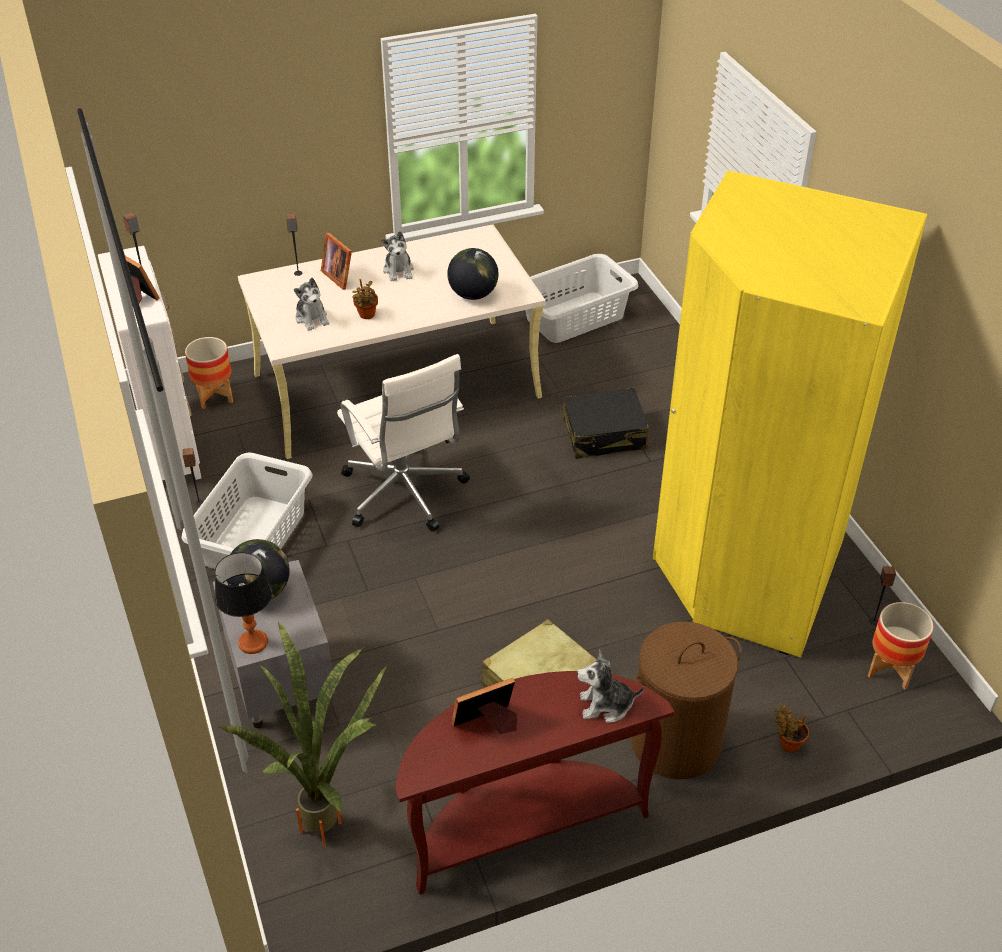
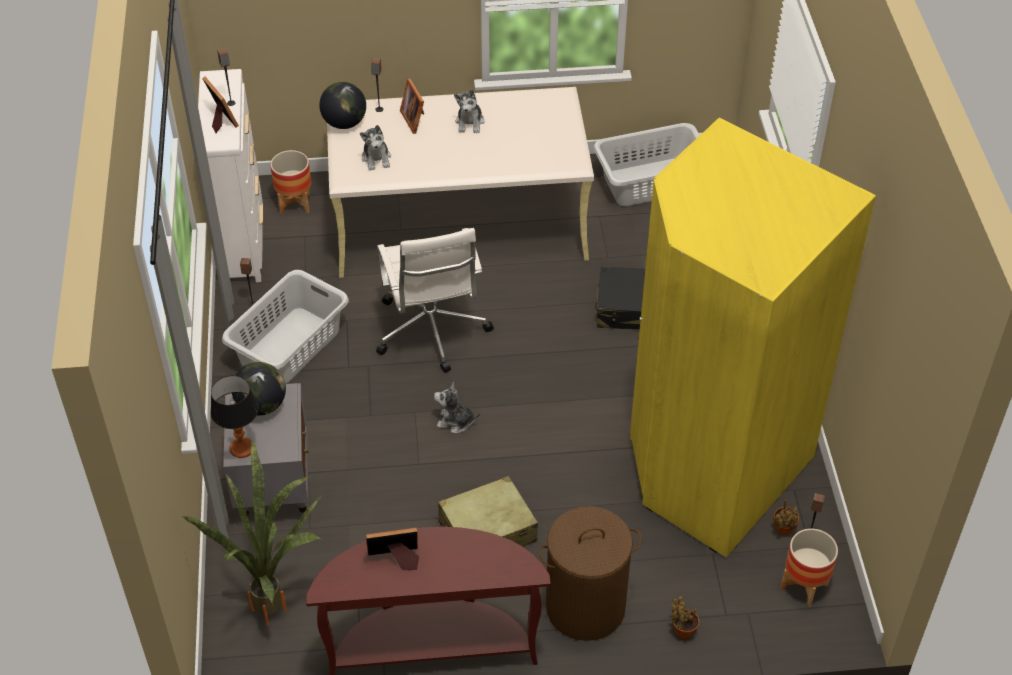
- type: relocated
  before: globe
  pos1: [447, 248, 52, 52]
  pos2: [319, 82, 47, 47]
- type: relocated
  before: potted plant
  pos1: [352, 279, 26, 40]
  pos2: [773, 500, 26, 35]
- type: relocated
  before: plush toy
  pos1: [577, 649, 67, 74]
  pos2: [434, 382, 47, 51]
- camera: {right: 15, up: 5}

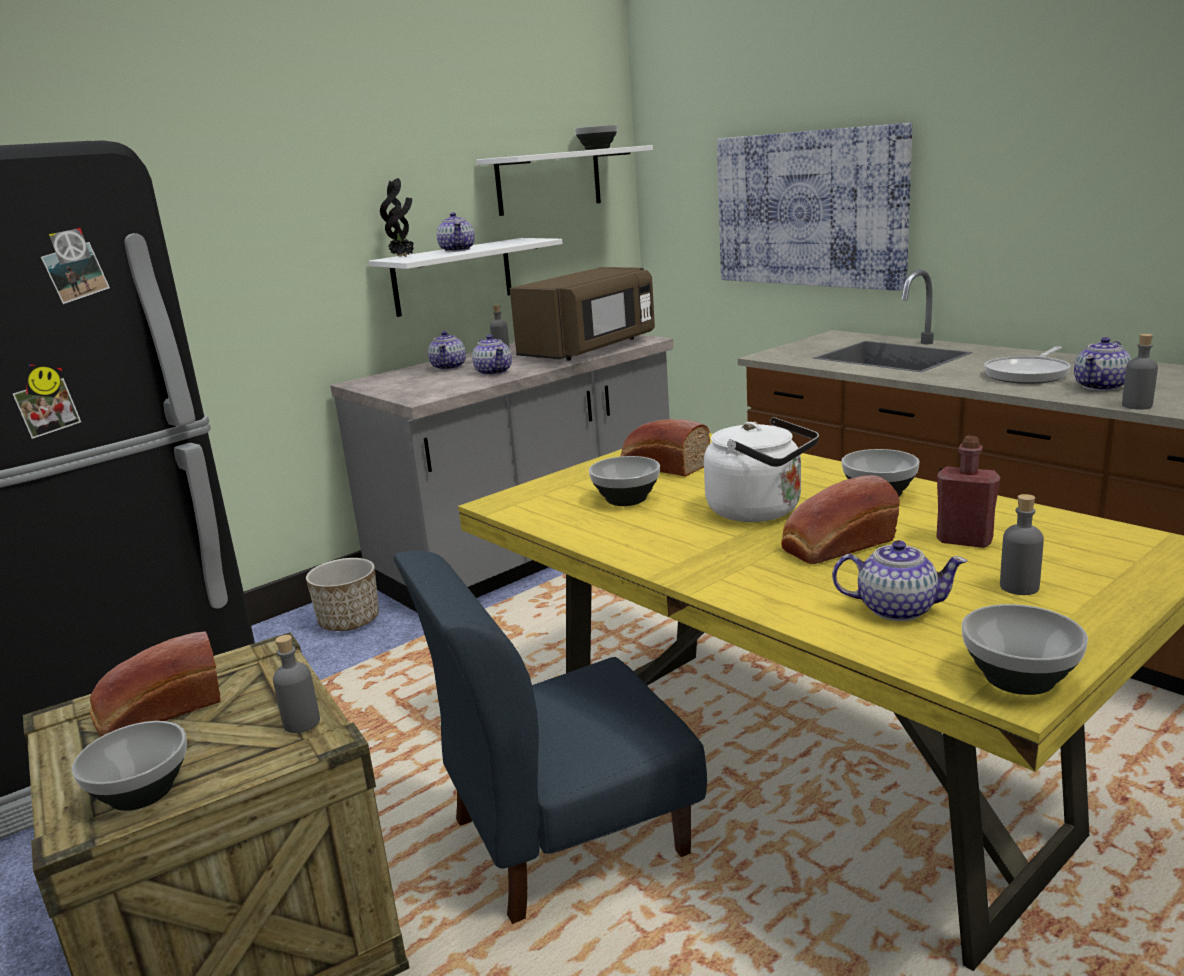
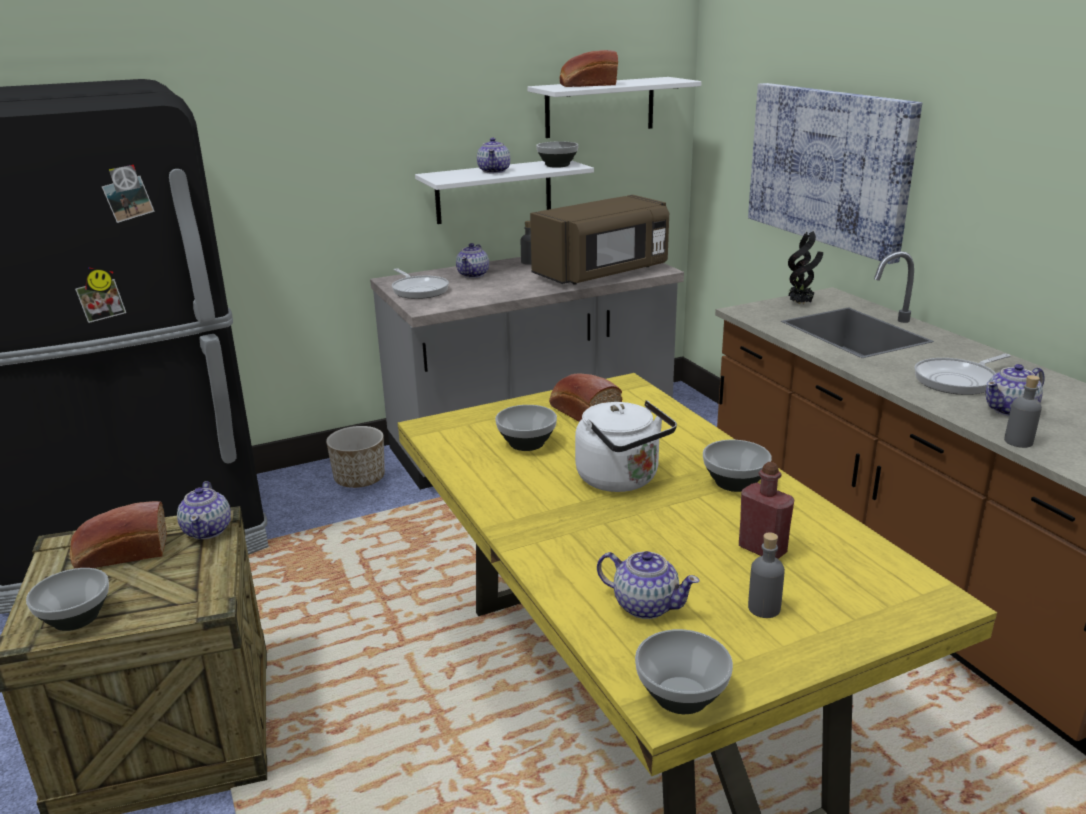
- type: relocated
  before: bowl
  pos1: [575, 125, 43, 25]
  pos2: [536, 141, 42, 27]
- type: relocated
  before: potted plant
  pos1: [380, 178, 34, 79]
  pos2: [788, 231, 35, 73]
- type: relocated
  before: teapot
  pos1: [472, 335, 40, 41]
  pos2: [177, 481, 54, 58]
- type: relocated
  before: bread
  pos1: [781, 475, 119, 89]
  pos2: [560, 50, 58, 37]
- type: missing
  before: chair (blue)
  pos1: [394, 550, 313, 374]
- type: missing
  before: bottle (grey)
  pos1: [273, 635, 47, 98]
- type: appeared
  after: frying pan
  pos2: [392, 268, 57, 31]
- camera: {right: 15, up: 5}

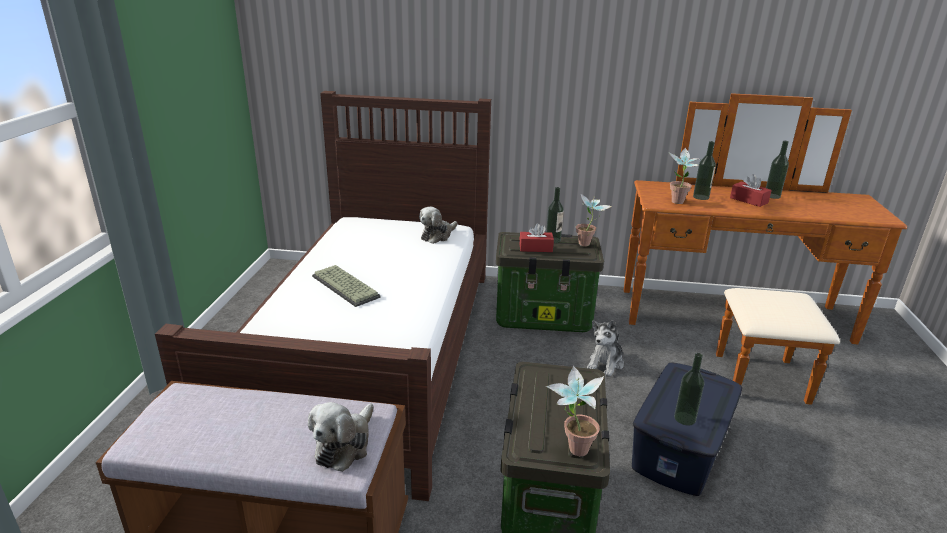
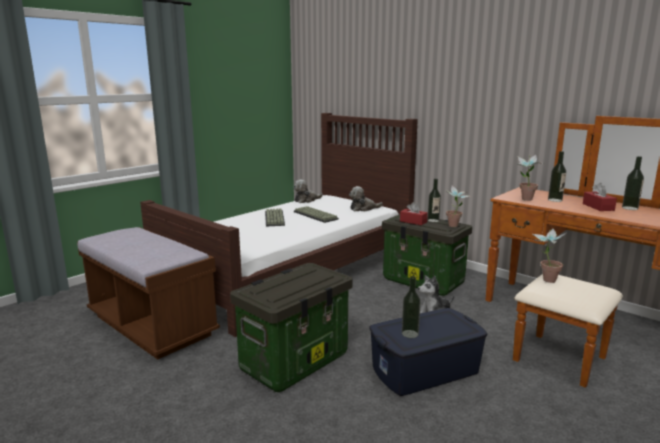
- type: relocated
  before: potted plant
  pos1: [546, 366, 58, 90]
  pos2: [531, 229, 35, 54]
- type: relocated
  before: plush toy
  pos1: [308, 402, 66, 70]
  pos2: [293, 180, 30, 23]
- type: appeared
  after: keyboard
  pos2: [294, 206, 45, 17]
- camera: {right: 35, up: -10}

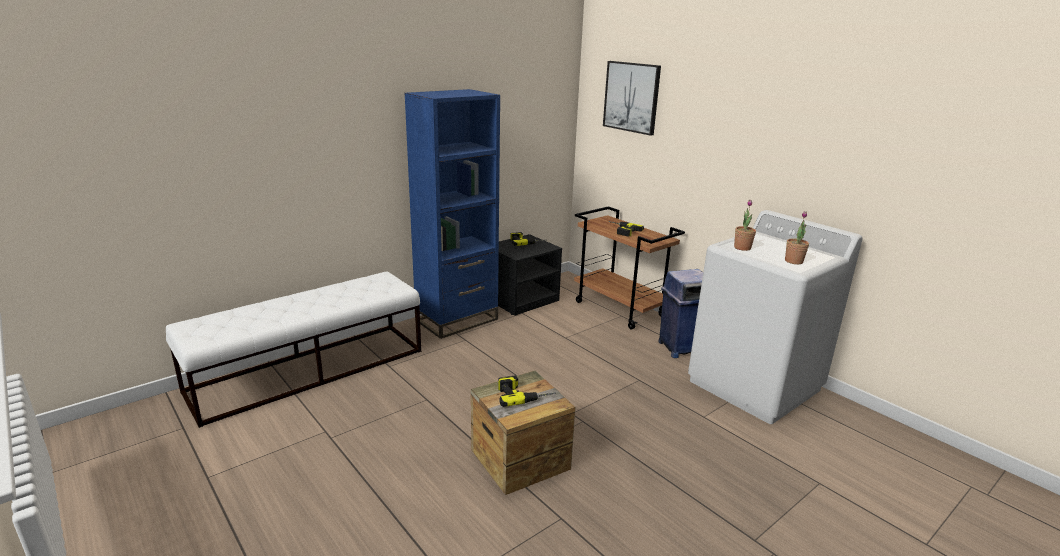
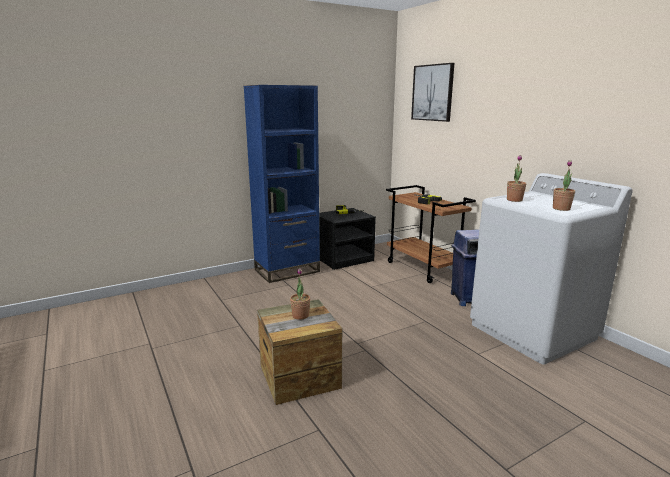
- type: missing
  before: bench (white)
  pos1: [166, 271, 255, 157]
- type: exchanged
  before: power drill
  after: potted plant
  pos1: [498, 375, 58, 32]
  pos2: [290, 268, 20, 52]
- camera: {right: 10, up: -5}

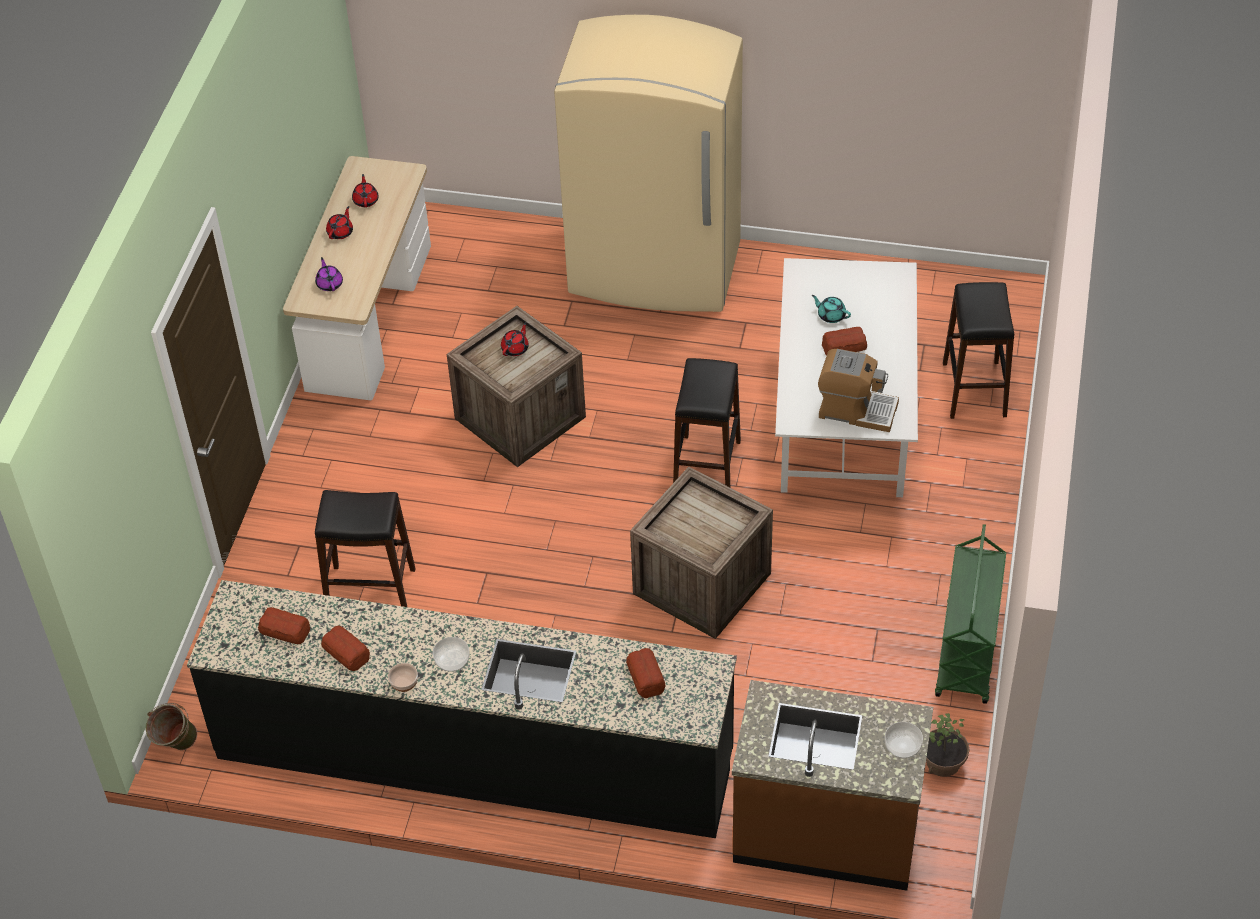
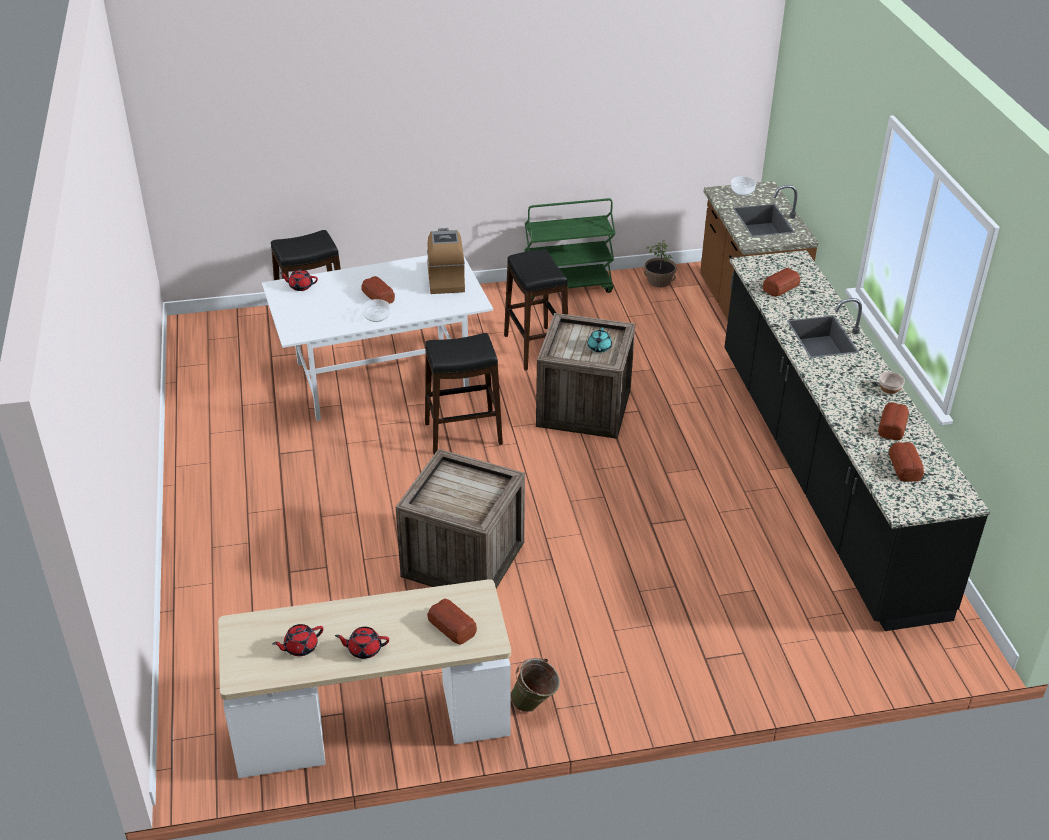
- type: missing
  before: fridge (beige)
  pos1: [554, 15, 189, 297]
- type: exchanged
  before: teapot (purple)
  after: bread
  pos1: [315, 257, 28, 34]
  pos2: [427, 599, 50, 46]
- type: relocated
  before: teapot (turquoise)
  pos1: [812, 295, 39, 28]
  pos2: [587, 327, 25, 26]
- type: relocated
  before: teapot (red)
  pos1: [501, 322, 28, 34]
  pos2: [280, 270, 38, 21]
- type: relocated
  before: stool (black)
  pos1: [315, 490, 101, 117]
  pos2: [504, 249, 64, 121]
- type: relocated
  before: bowl
  pos1: [433, 637, 37, 35]
  pos2: [362, 299, 28, 23]
- type: relocated
  before: bucket (green)
  pos1: [146, 703, 51, 47]
  pos2: [511, 658, 49, 54]
- camera: {right: -115, up: -10}

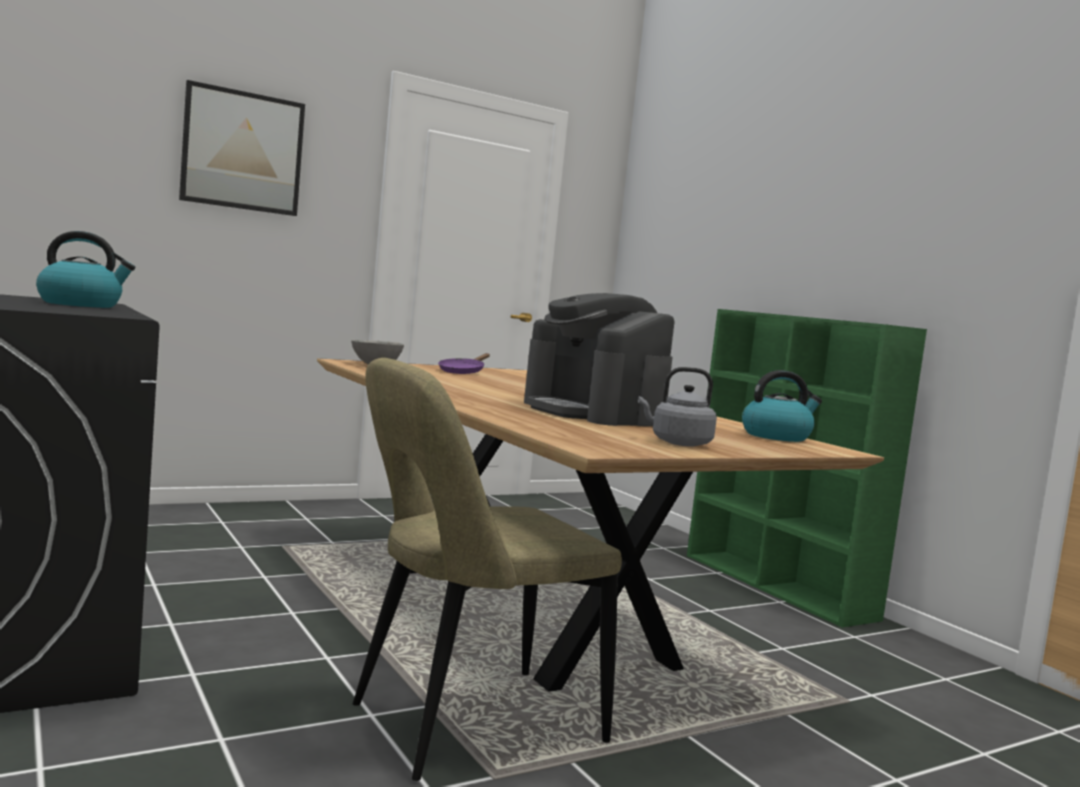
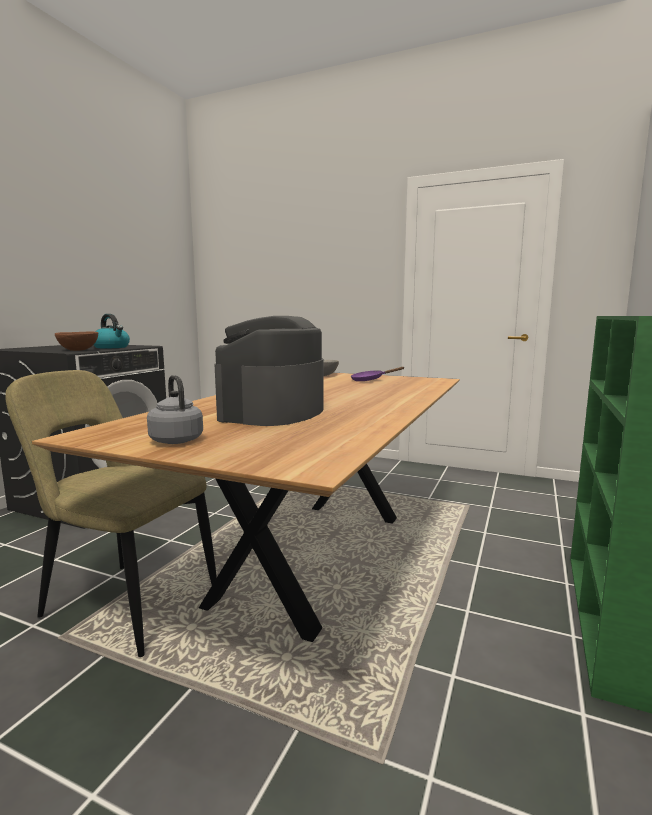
- type: missing
  before: picture
  pos1: [179, 80, 126, 136]
- type: missing
  before: kettle
  pos1: [742, 370, 80, 72]
- type: appeared
  after: bowl (brown)
  pos2: [55, 332, 43, 19]
- camera: {right: 55, up: 5}

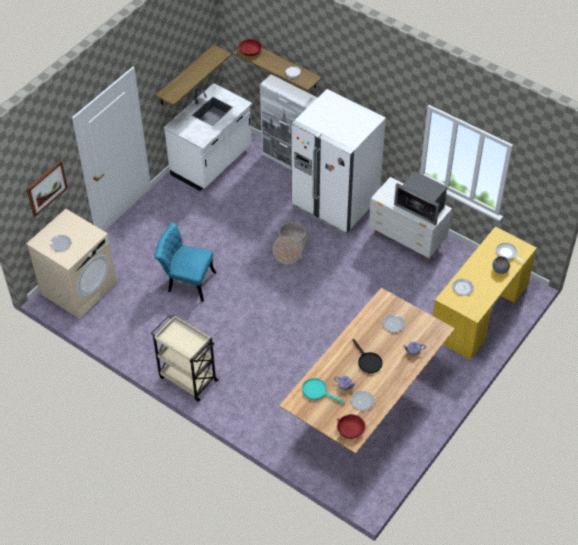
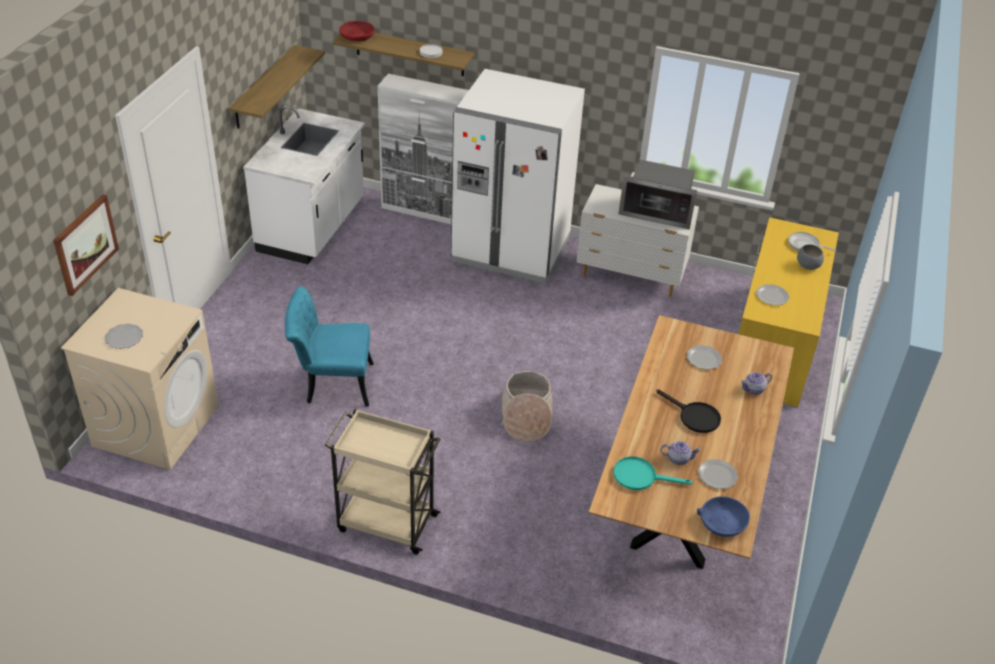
- type: relocated
  before: basket
  pos1: [273, 222, 39, 43]
  pos2: [501, 371, 52, 71]
- type: colour
  before: bowl (red)
  after: bowl (blue)
  pos1: [337, 414, 29, 25]
  pos2: [697, 496, 53, 41]
- camera: {right: -20, up: -10}

